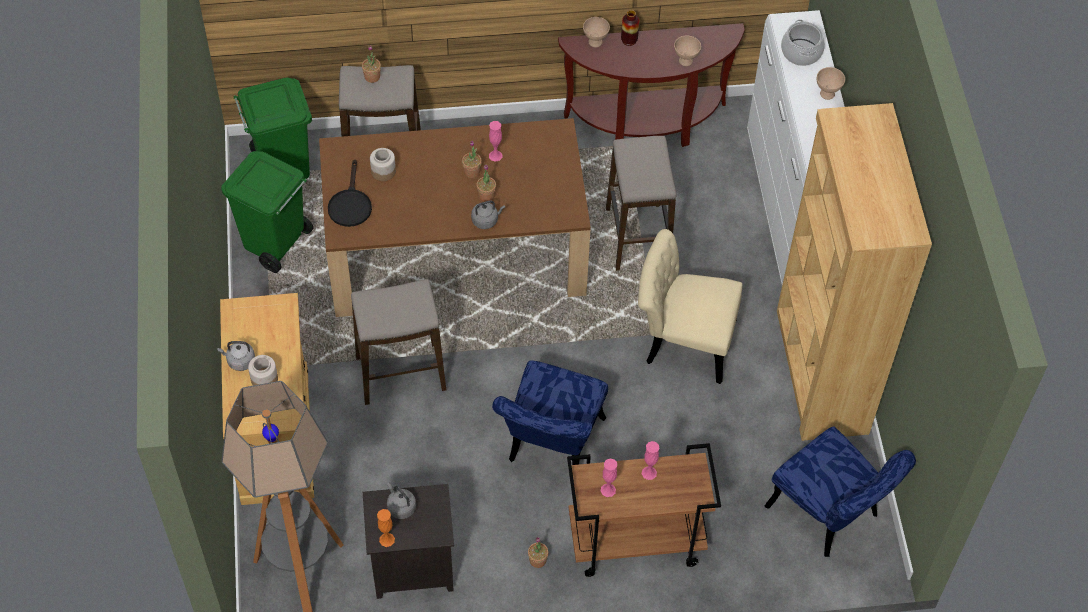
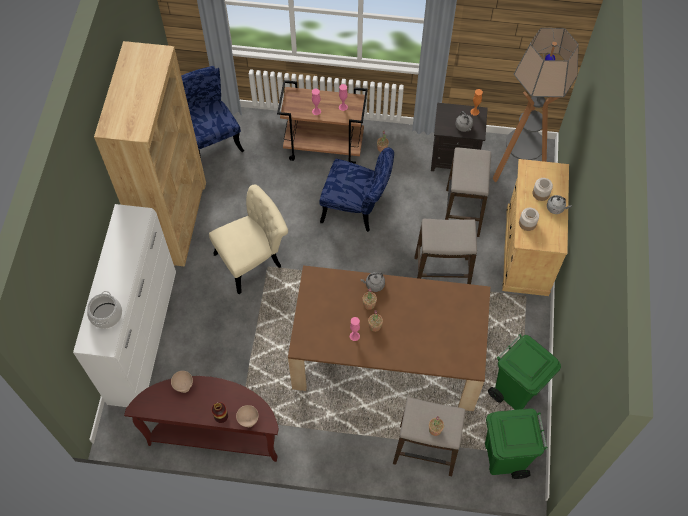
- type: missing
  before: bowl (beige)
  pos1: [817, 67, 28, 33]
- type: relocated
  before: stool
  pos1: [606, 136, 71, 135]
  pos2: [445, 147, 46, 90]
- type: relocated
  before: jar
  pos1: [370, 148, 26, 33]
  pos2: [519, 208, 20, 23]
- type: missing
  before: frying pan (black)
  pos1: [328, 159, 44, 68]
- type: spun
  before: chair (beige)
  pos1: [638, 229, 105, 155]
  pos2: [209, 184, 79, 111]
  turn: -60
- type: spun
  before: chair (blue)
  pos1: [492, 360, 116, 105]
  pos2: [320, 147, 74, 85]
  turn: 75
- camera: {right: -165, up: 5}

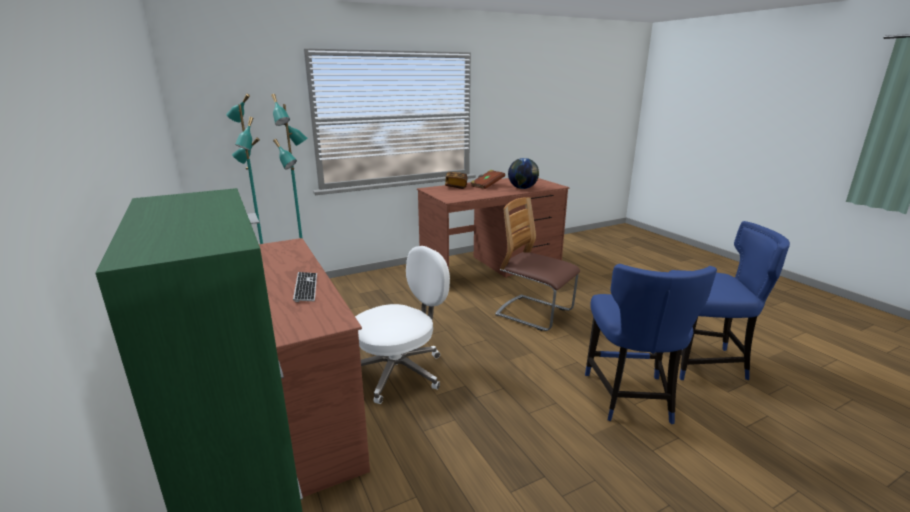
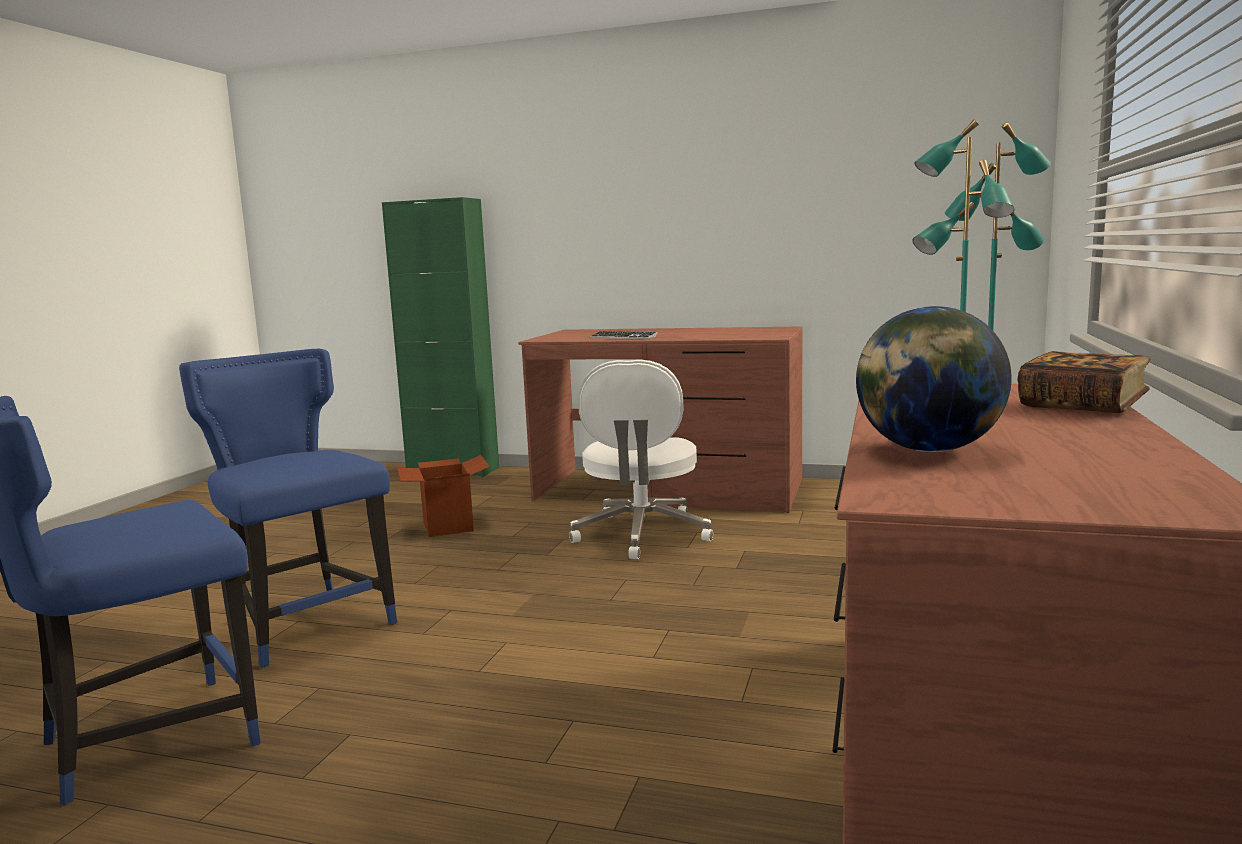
- type: missing
  before: book (brown)
  pos1: [470, 170, 35, 19]
- type: missing
  before: chair
  pos1: [495, 197, 85, 134]
- type: appeared
  after: cardboard box
  pos2: [397, 455, 93, 82]
- camera: {right: 135, up: -10}

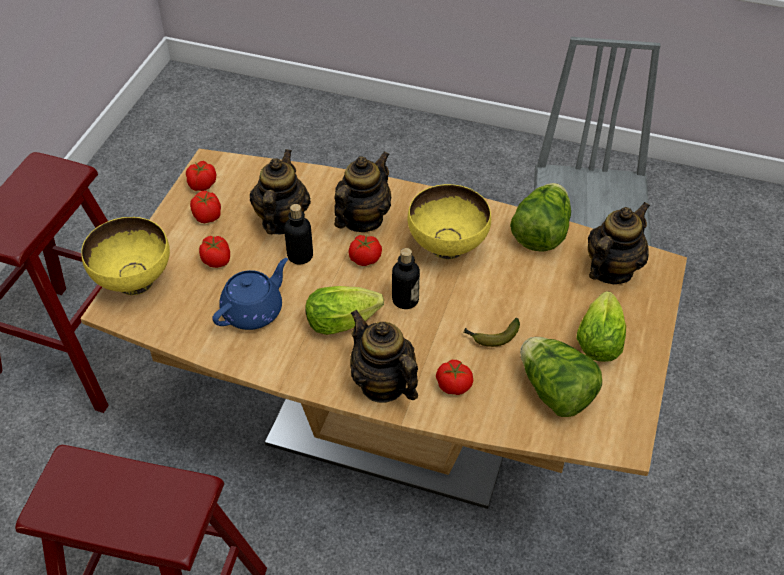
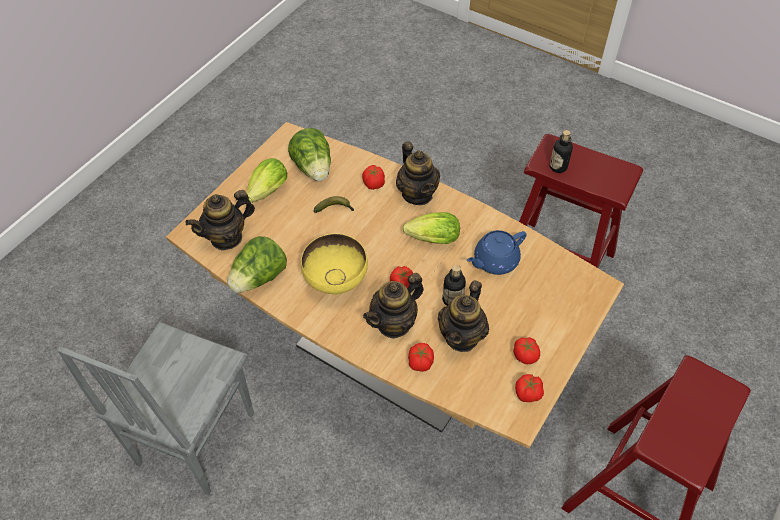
- type: missing
  before: bowl (yellow)
  pos1: [81, 217, 89, 78]
- type: relocated
  before: tomato
  pos1: [199, 236, 31, 32]
  pos2: [408, 343, 26, 29]
- type: relocated
  before: bottle
  pos1: [392, 248, 28, 61]
  pos2: [550, 130, 23, 43]
- camera: {right: -165, up: 5}

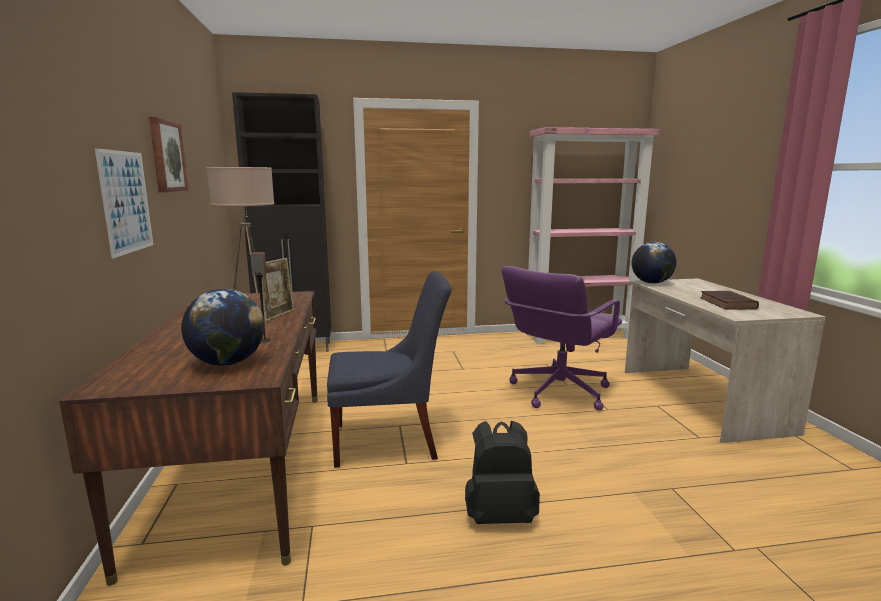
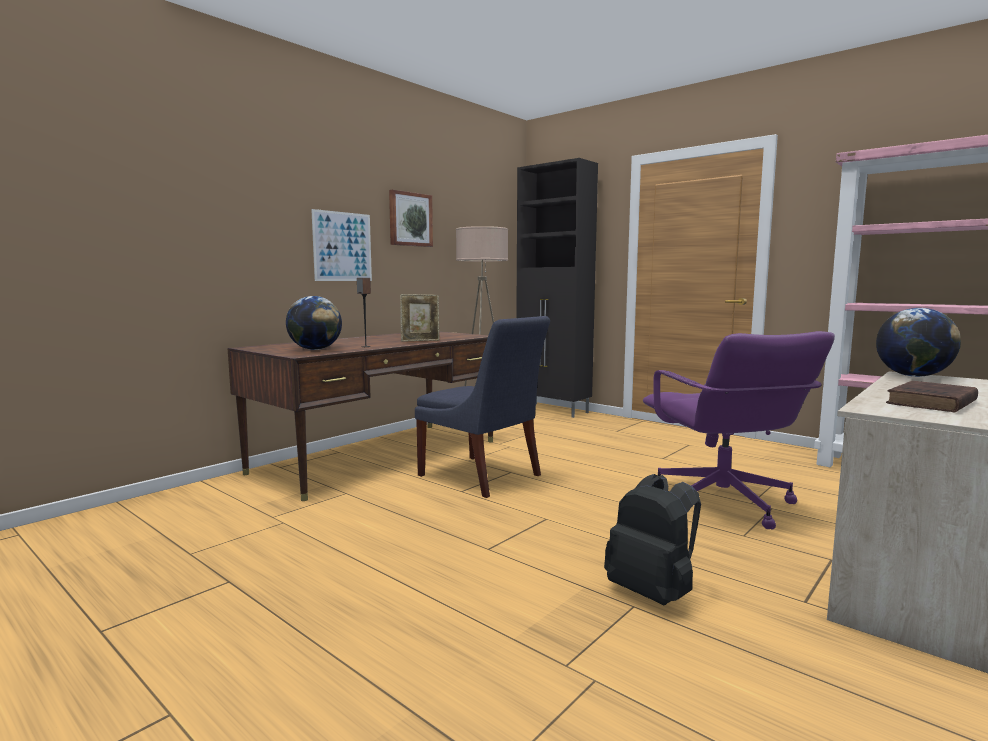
- type: spun
  before: office chair (purple)
  pos1: [501, 266, 121, 144]
  pos2: [643, 331, 192, 198]
  turn: -105
- type: relocated
  before: backpack (black)
  pos1: [465, 421, 75, 103]
  pos2: [604, 474, 97, 131]
- camera: {right: 50, up: -5}

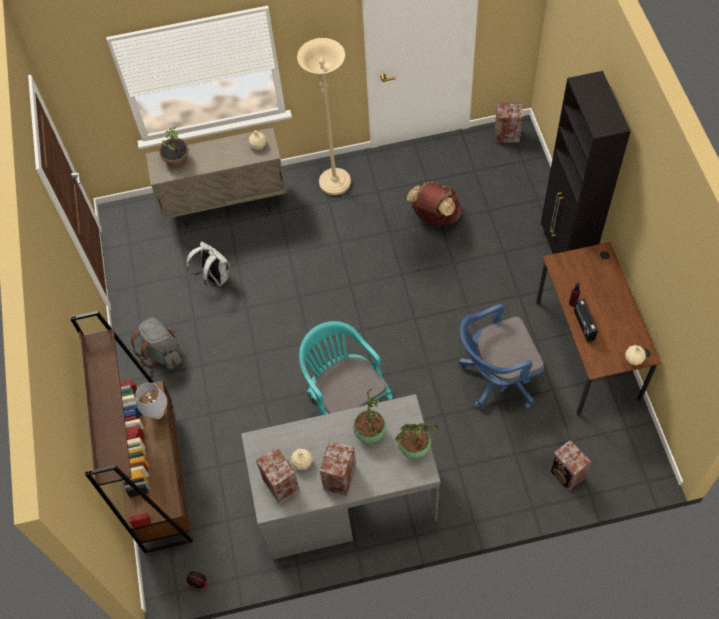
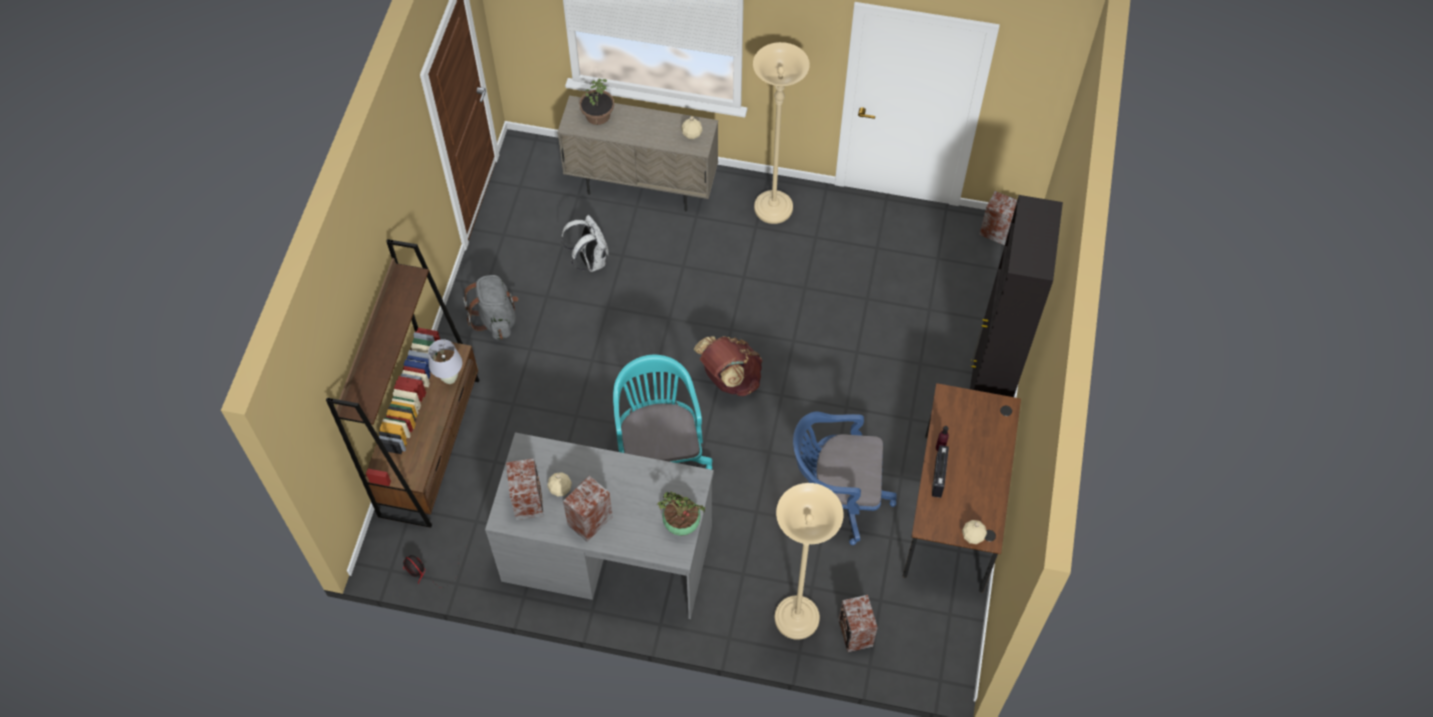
- type: relocated
  before: backpack (brown)
  pos1: [407, 181, 55, 45]
  pos2: [694, 336, 69, 60]
- type: missing
  before: potted plant
  pos1: [353, 389, 33, 54]
- type: appeared
  after: floor lamp (beige)
  pos2: [775, 483, 68, 157]
- camera: {right: 20, up: 0}

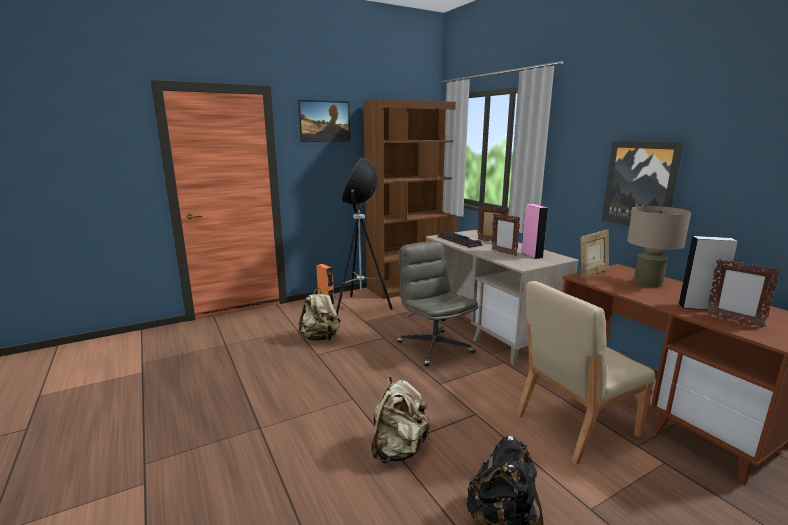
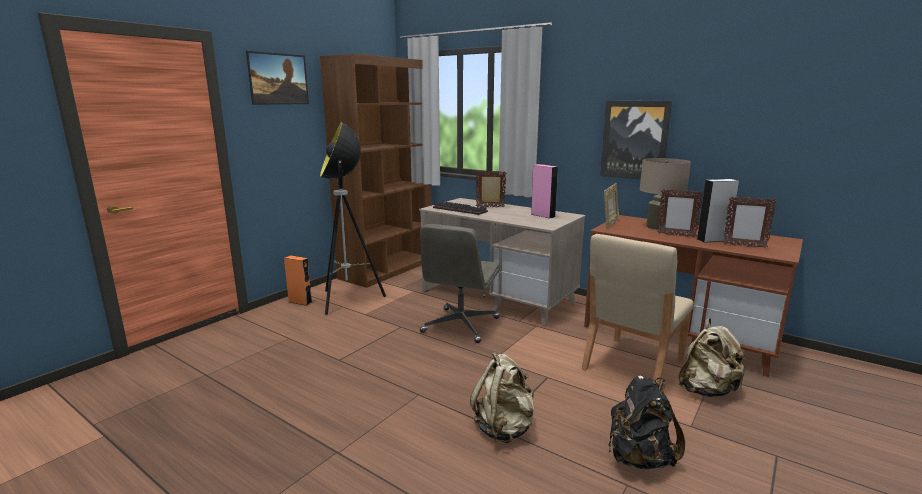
- type: relocated
  before: picture frame
  pos1: [491, 213, 29, 43]
  pos2: [657, 189, 46, 49]
- type: spun
  before: office chair (grey)
  pos1: [397, 241, 82, 125]
  pos2: [420, 224, 80, 119]
  turn: -105
- type: relocated
  before: backpack (beige)
  pos1: [297, 288, 43, 53]
  pos2: [678, 318, 69, 79]
- camera: {right: -25, up: 0}

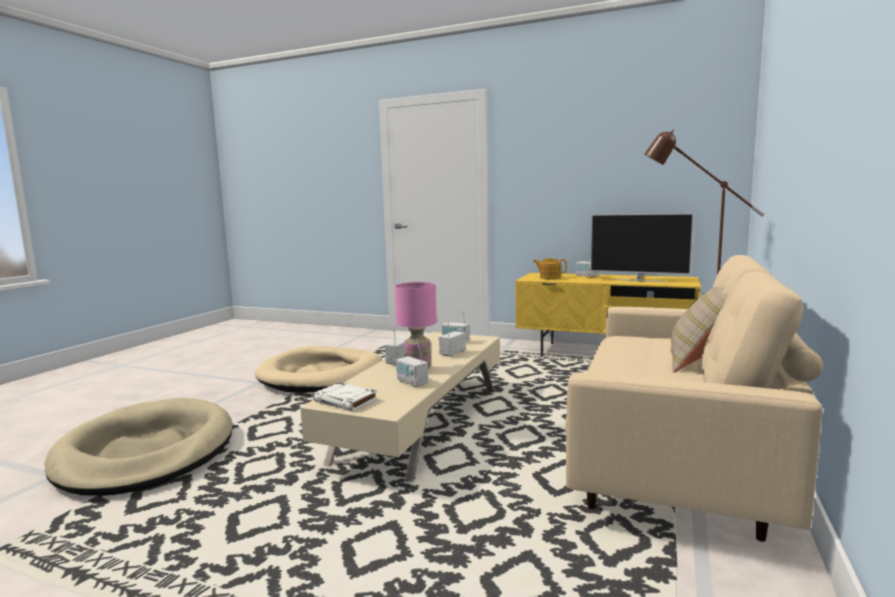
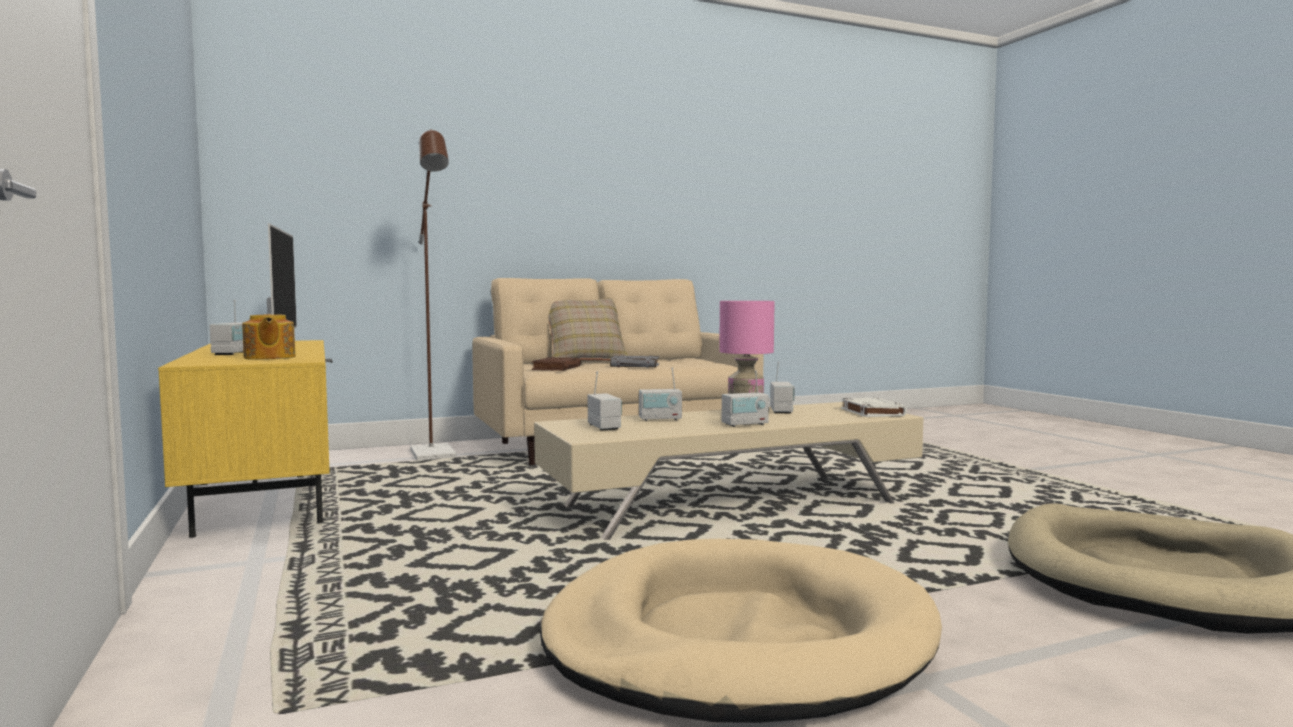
- type: appeared
  after: book (grey)
  pos2: [610, 355, 49, 13]
- type: appeared
  after: book (brown)
  pos2: [532, 357, 49, 14]
- camera: {right: -135, up: -5}

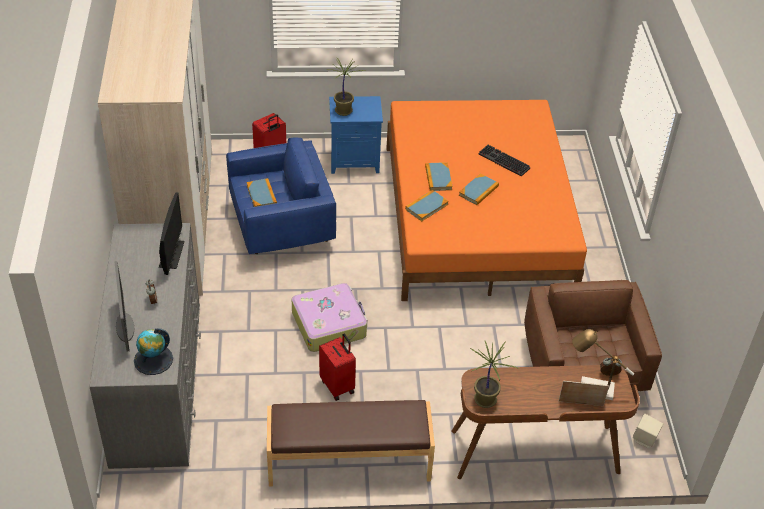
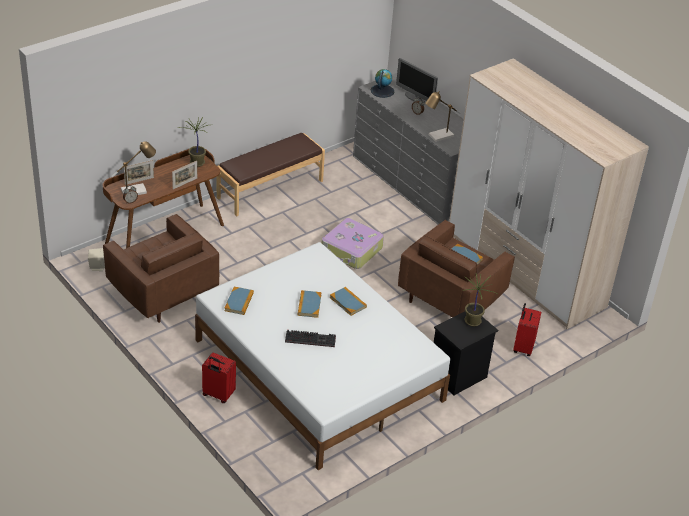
- type: colour
  before: nightstand (blue)
  after: nightstand (black)
  pos1: [329, 96, 54, 78]
  pos2: [434, 311, 64, 84]
- type: colour
  before: bed (orange)
  after: bed (white)
  pos1: [386, 100, 201, 201]
  pos2: [195, 242, 255, 228]
- type: colour
  before: armchair (blue)
  after: armchair (brown)
  pos1: [226, 137, 110, 117]
  pos2: [398, 220, 117, 97]
- type: relocated
  before: book
  pos1: [405, 190, 44, 32]
  pos2: [225, 287, 29, 28]
- type: exchanged
  before: monitor
  after: table lamp
  pos1: [159, 192, 26, 83]
  pos2: [425, 91, 36, 51]
- type: relocated
  before: suitcase (red)
  pos1: [319, 334, 37, 67]
  pos2: [202, 353, 34, 50]
- type: appeared
  after: picture frame
  pos2: [172, 161, 25, 28]
- camera: {right: 145, up: -5}

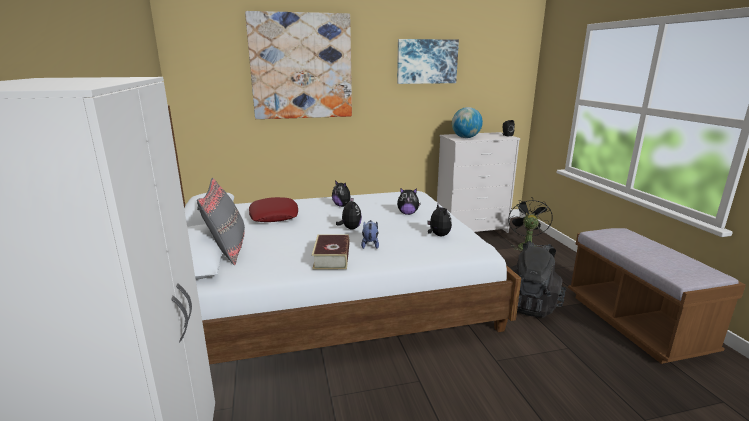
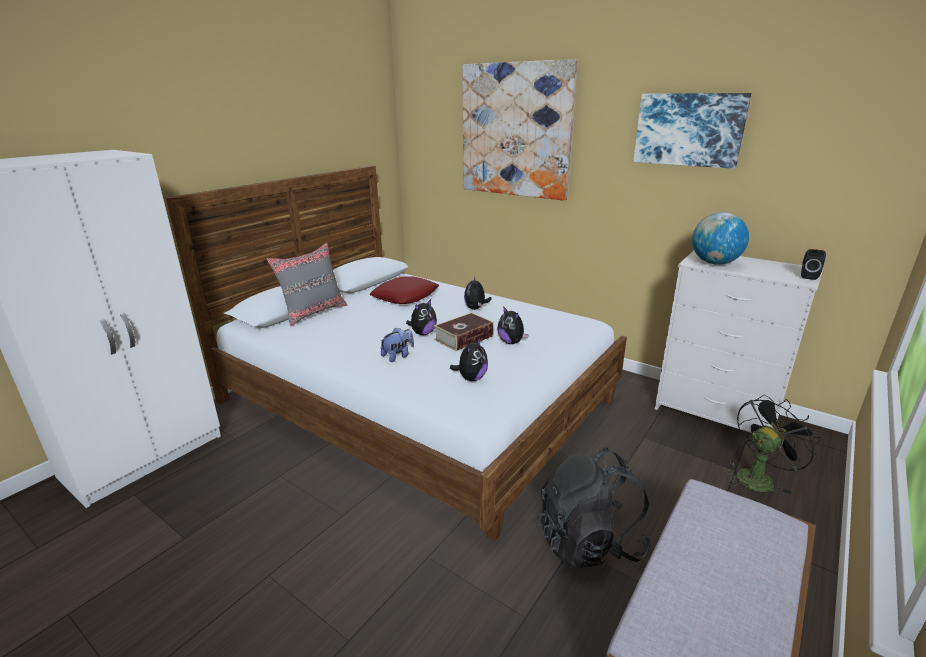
- type: relocated
  before: book
  pos1: [312, 234, 38, 36]
  pos2: [434, 312, 60, 39]
- camera: {right: 50, up: 5}

